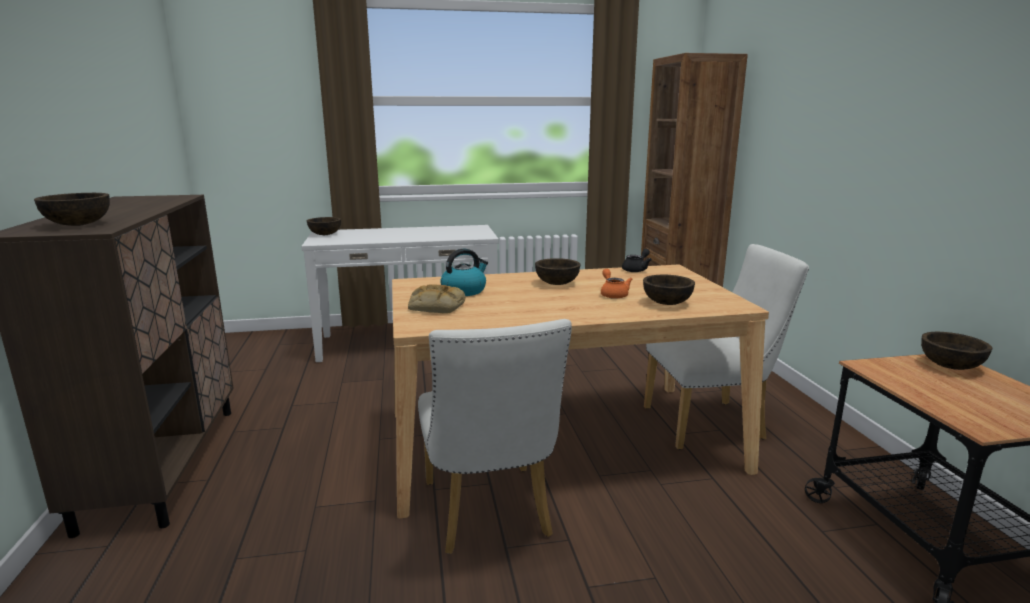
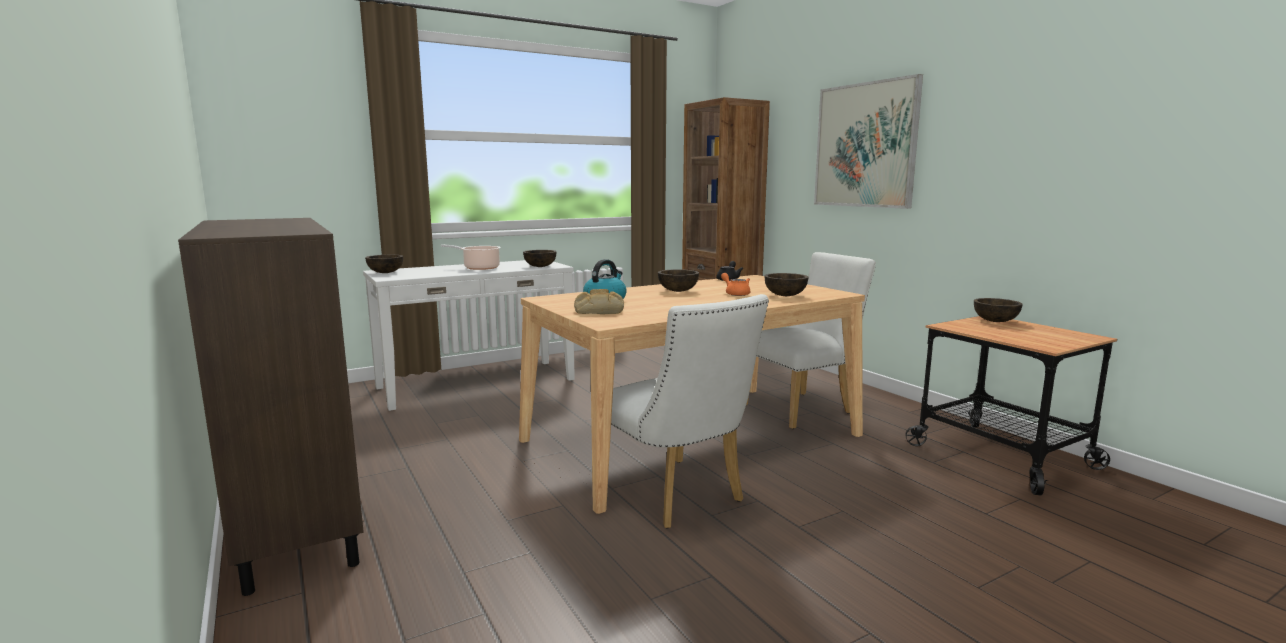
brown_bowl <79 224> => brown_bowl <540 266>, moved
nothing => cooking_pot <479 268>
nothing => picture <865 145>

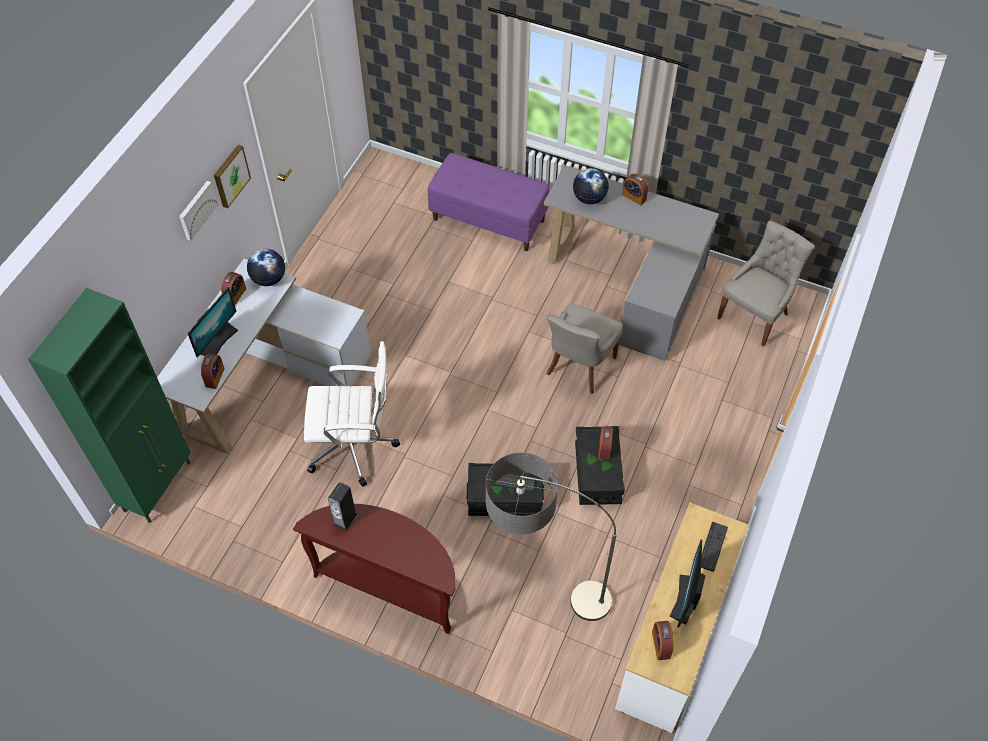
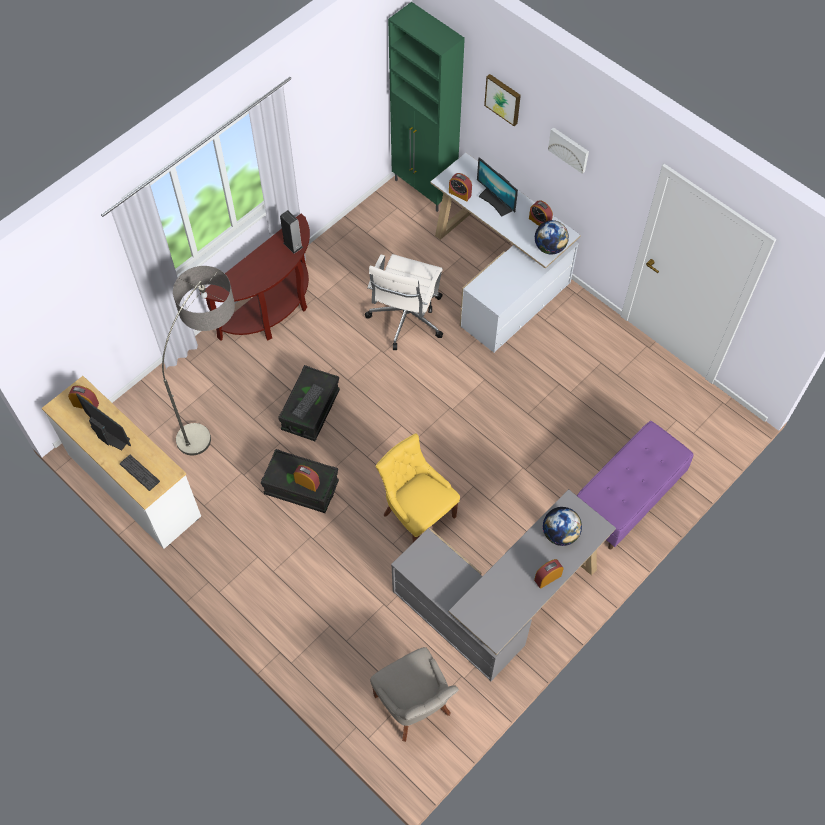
picture <230 175> => picture <503 99>, moved
grey_chair <579 366> => yellow_chair <417 515>

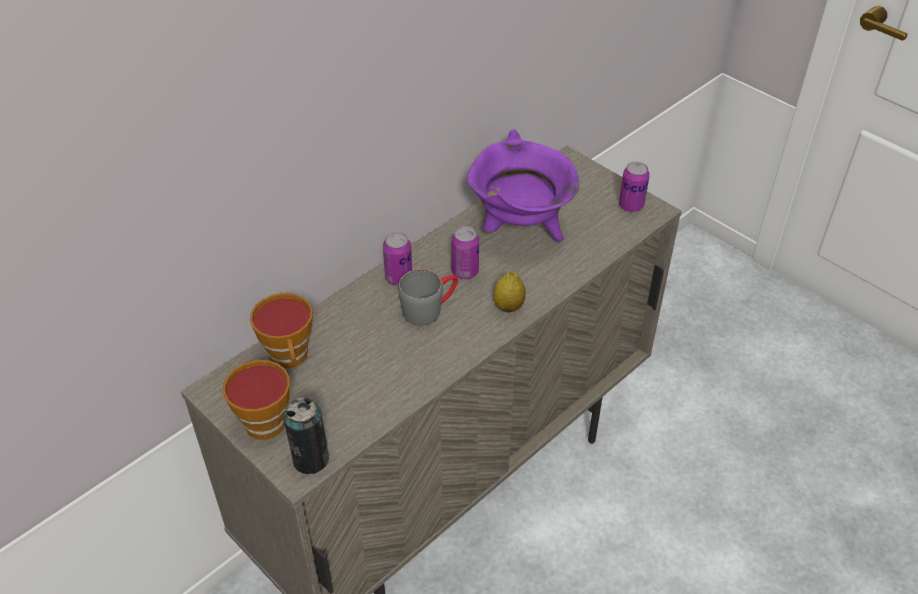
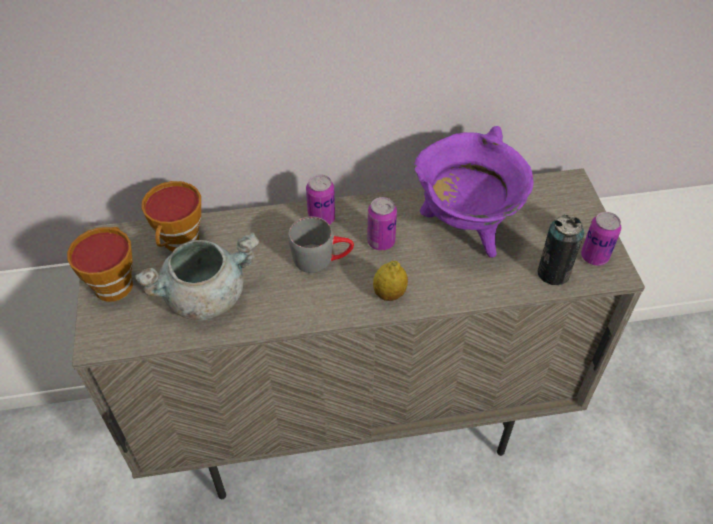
can <311 459> => can <553 273>, moved
nothing => grey_cooking_pot <206 296>

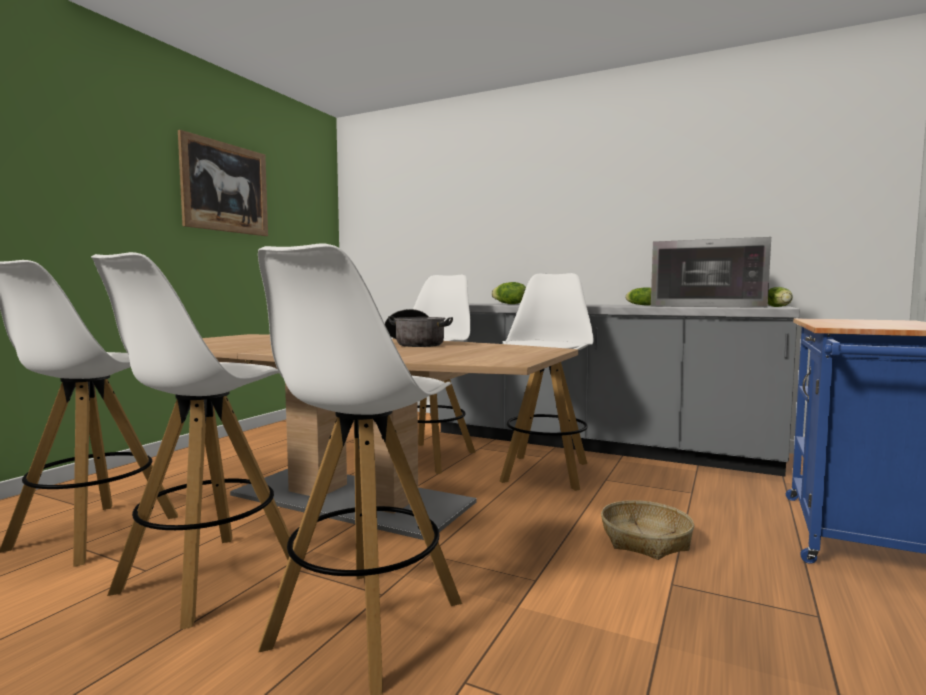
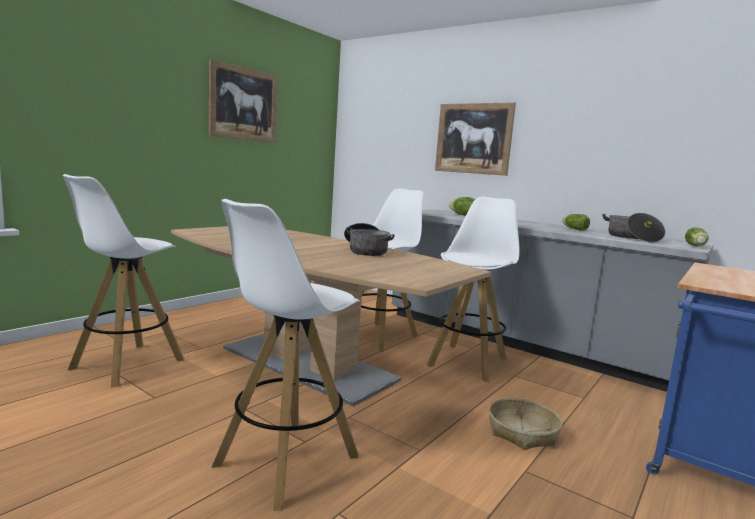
white_stool <207 578> => nothing
microwave <708 306> => cooking_pot <632 238>
nothing => picture <473 138>

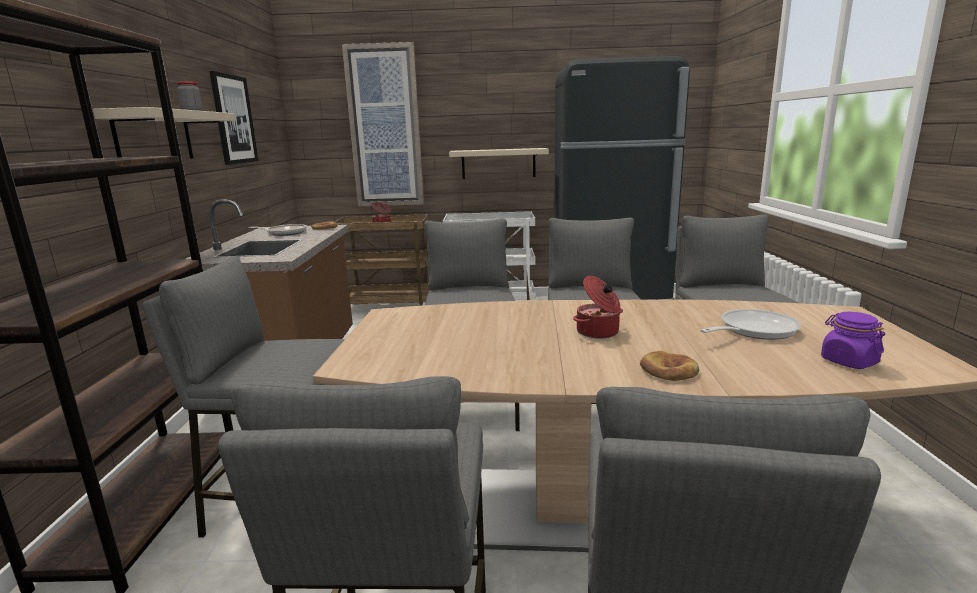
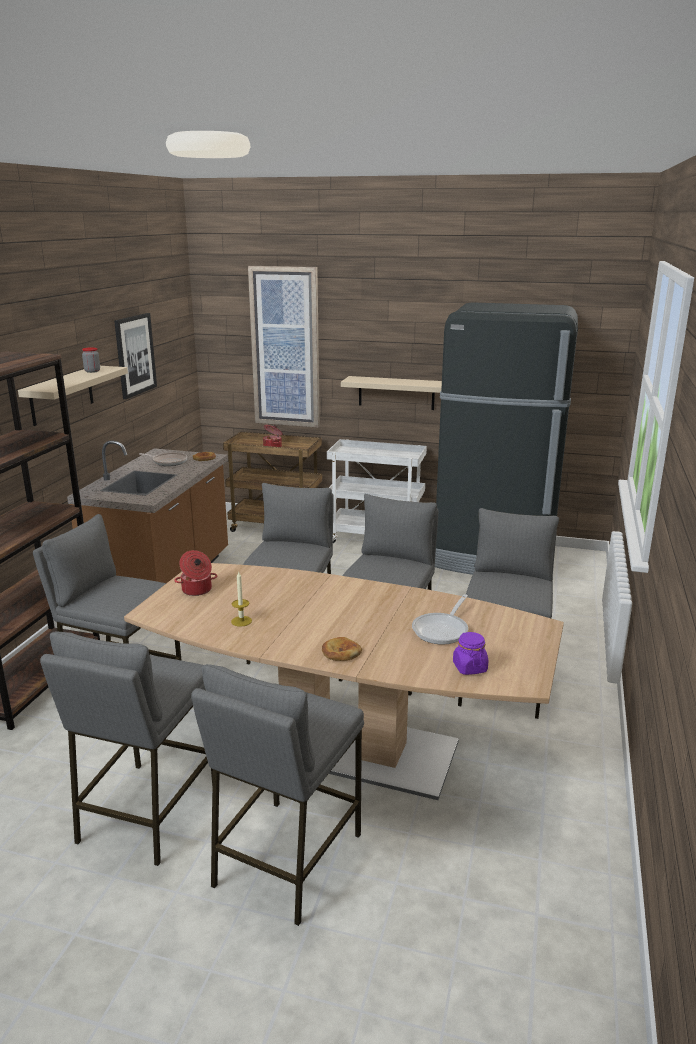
cooking_pot <598 332> => cooking_pot <197 590>, moved
frying_pan <752 330> => frying_pan <442 630>, 135 degrees clockwise
nothing => candle <241 621>

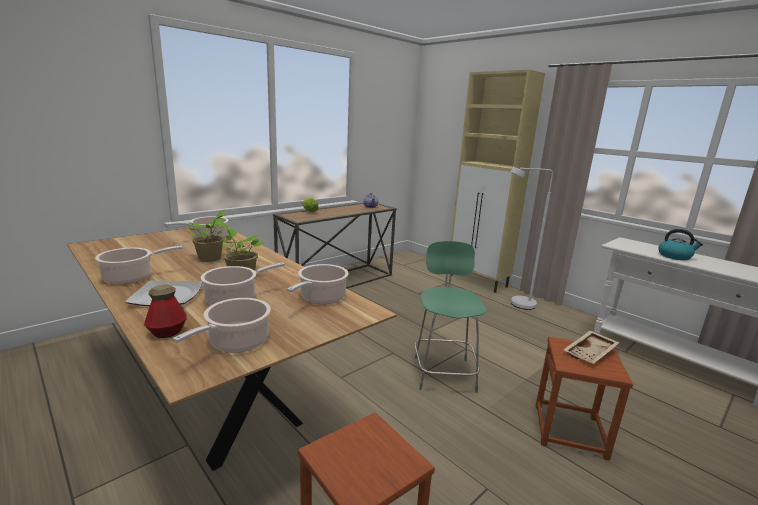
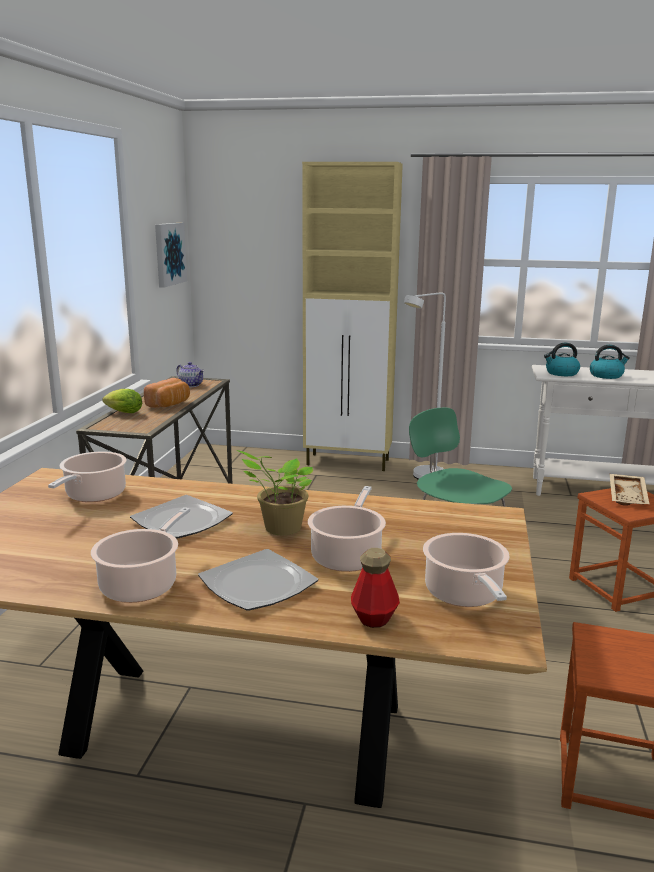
potted_plant <211 259> => plate <181 521>
cooking_pot <321 298> => nothing
nothing => bread <170 404>
nothing => picture <169 254>
nothing => kettle <561 373>

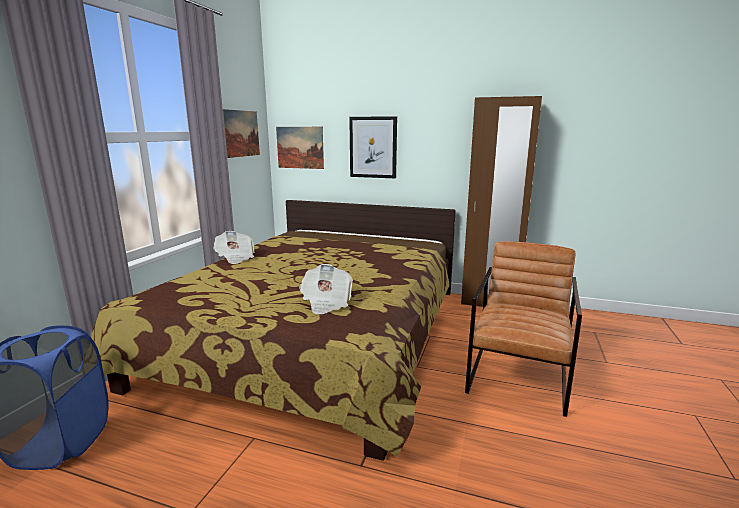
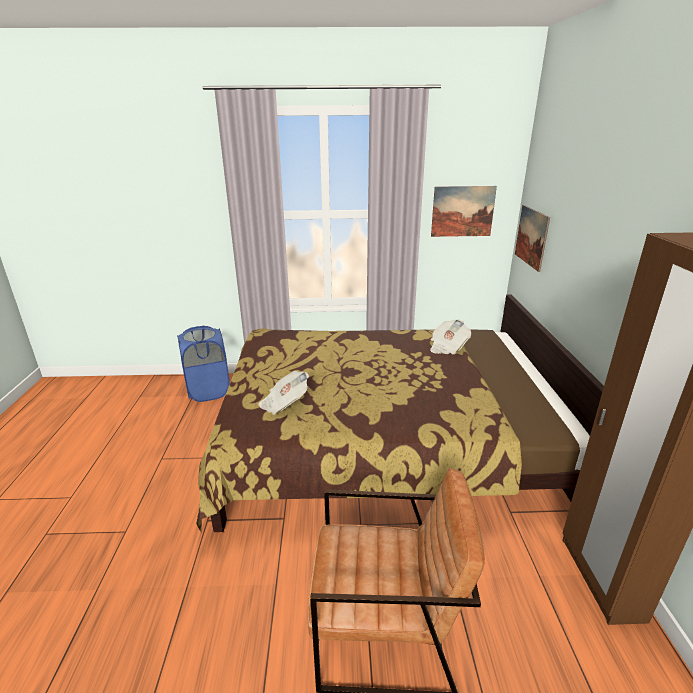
newspaper <235 258> => newspaper <447 347>, moved
picture <373 147> => nothing

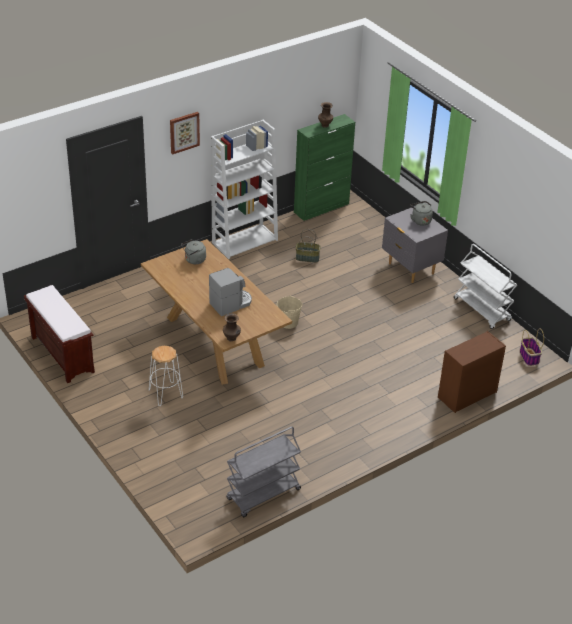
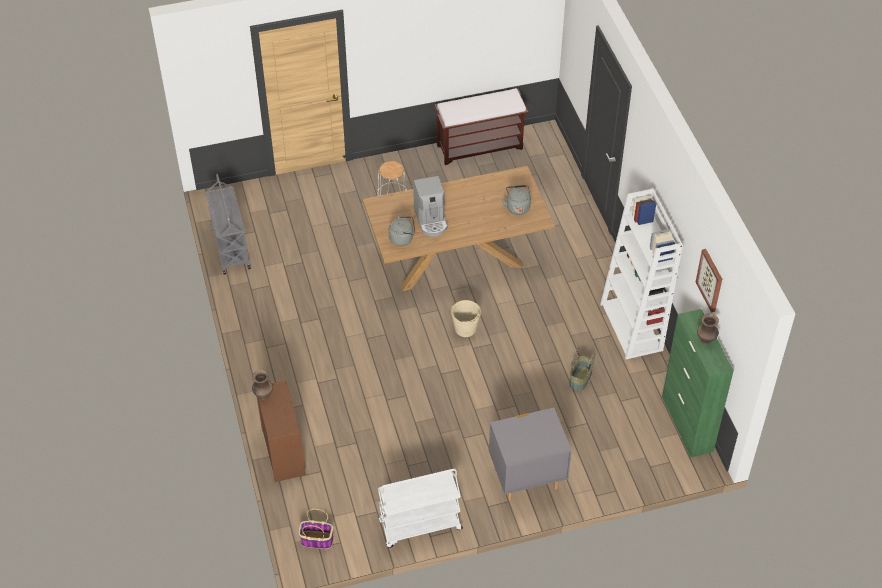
picture <184 132> => picture <710 280>, moved
brown_vase <232 338> => brown_vase <263 396>, moved
grey_kettle <420 220> => grey_kettle <402 238>, moved

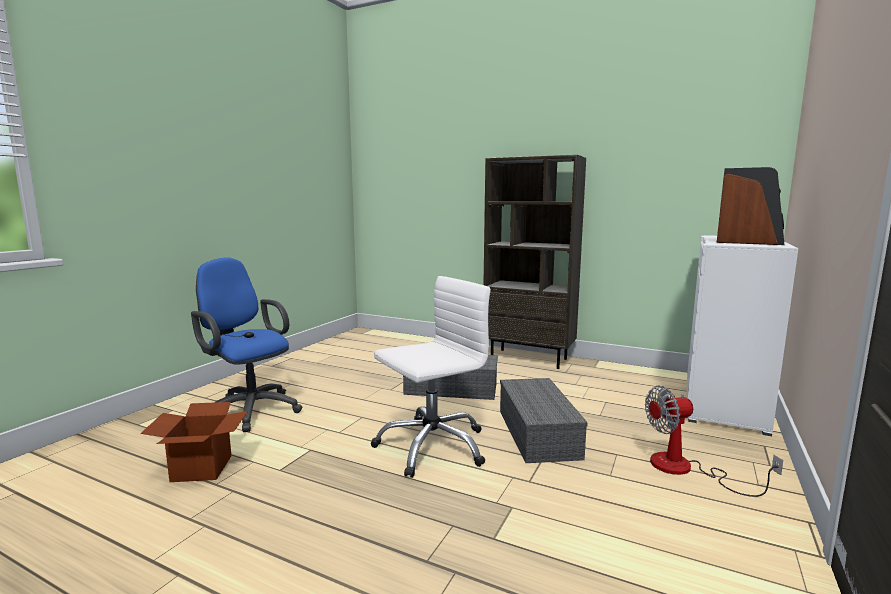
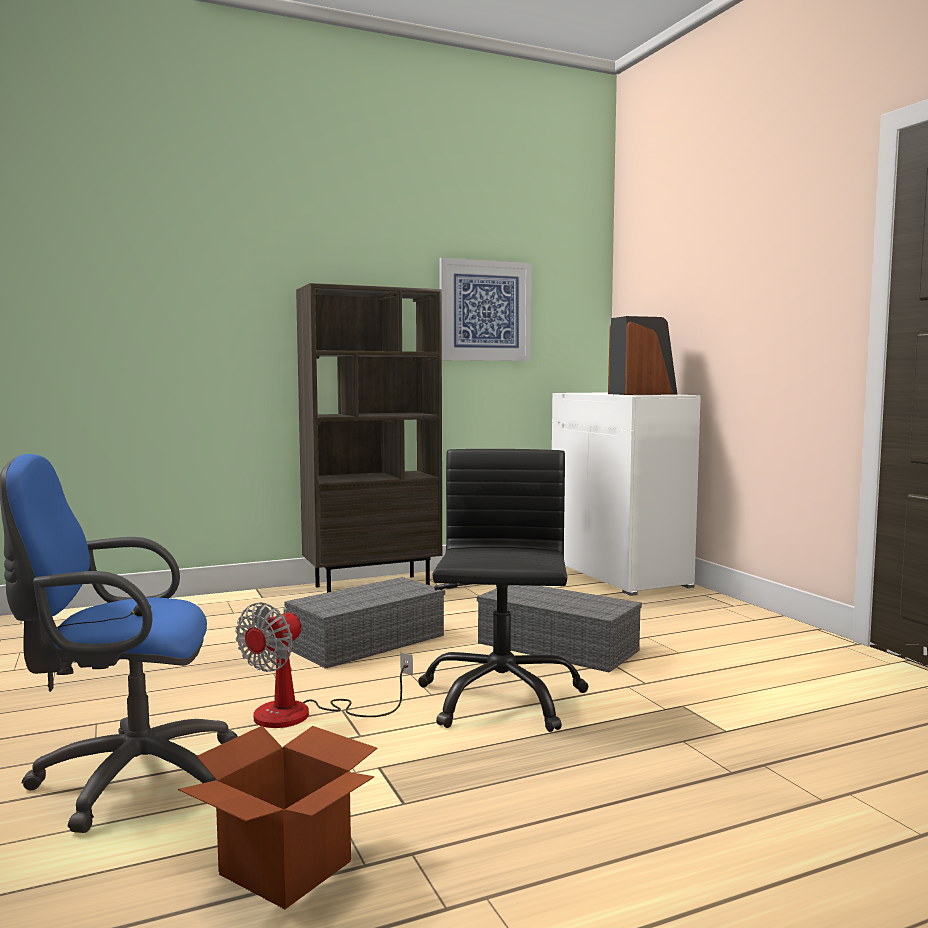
white_office_chair <432 446> => black_office_chair <500 698>
fan <686 469> => fan <303 714>, moved
nothing => picture <485 311>

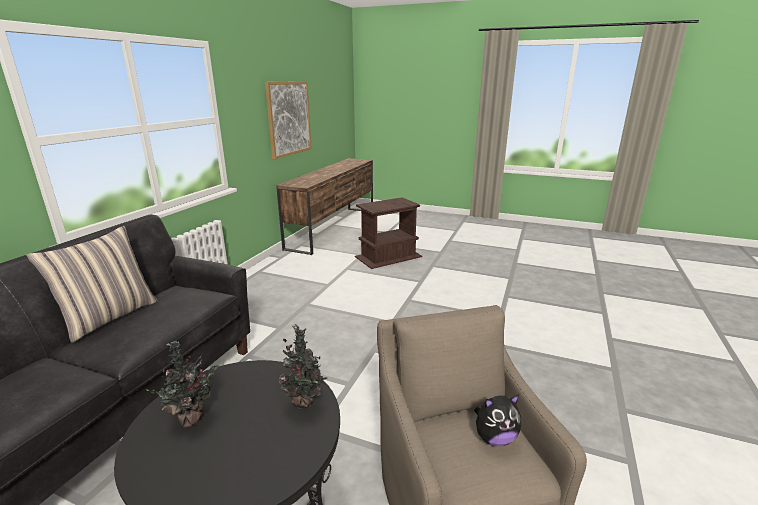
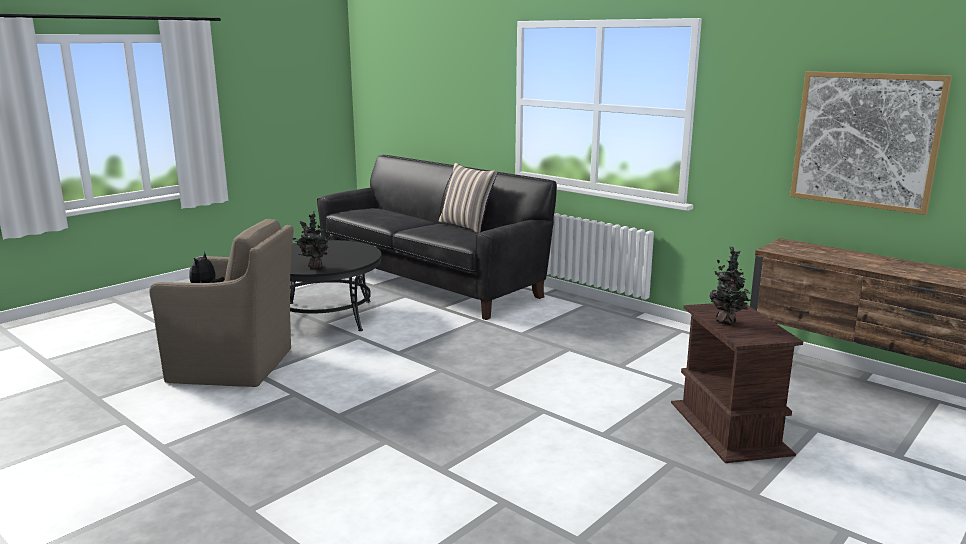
potted_plant <192 418> => potted_plant <727 322>, moved

